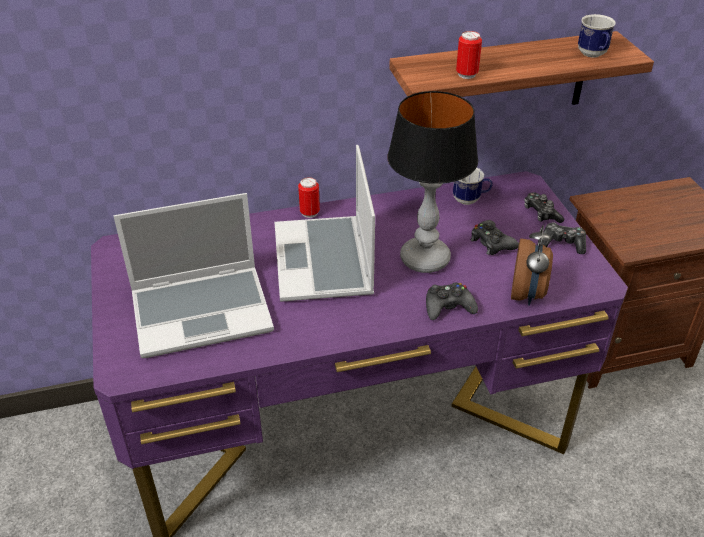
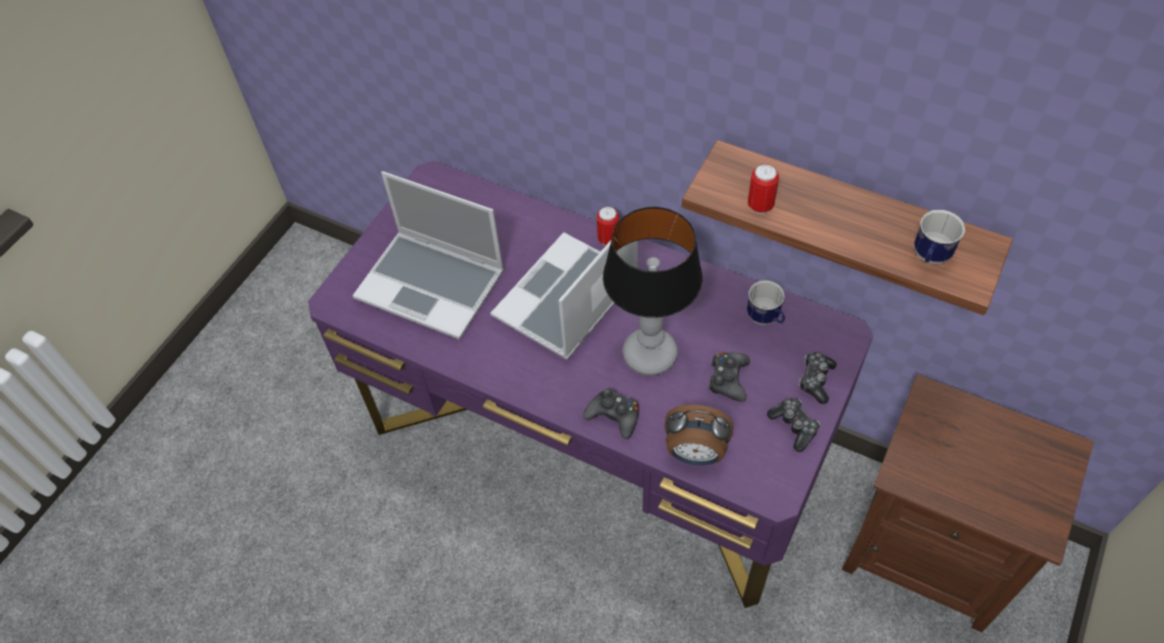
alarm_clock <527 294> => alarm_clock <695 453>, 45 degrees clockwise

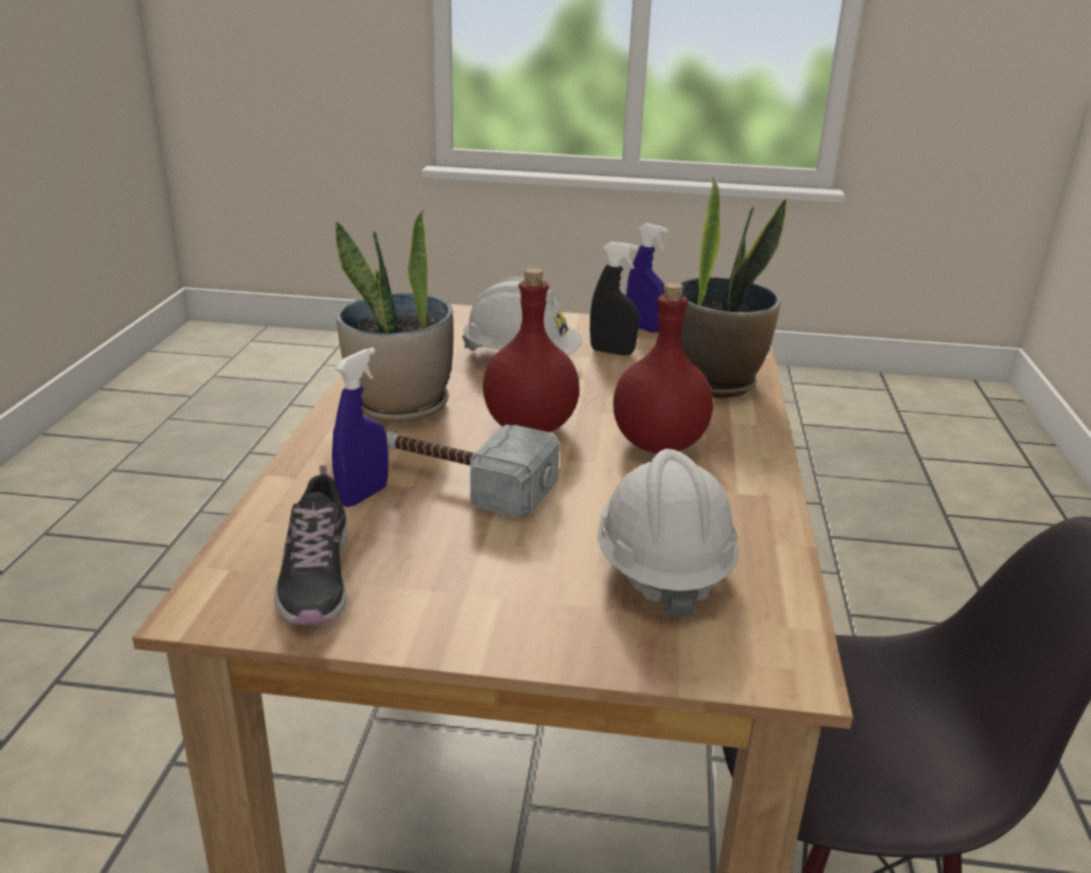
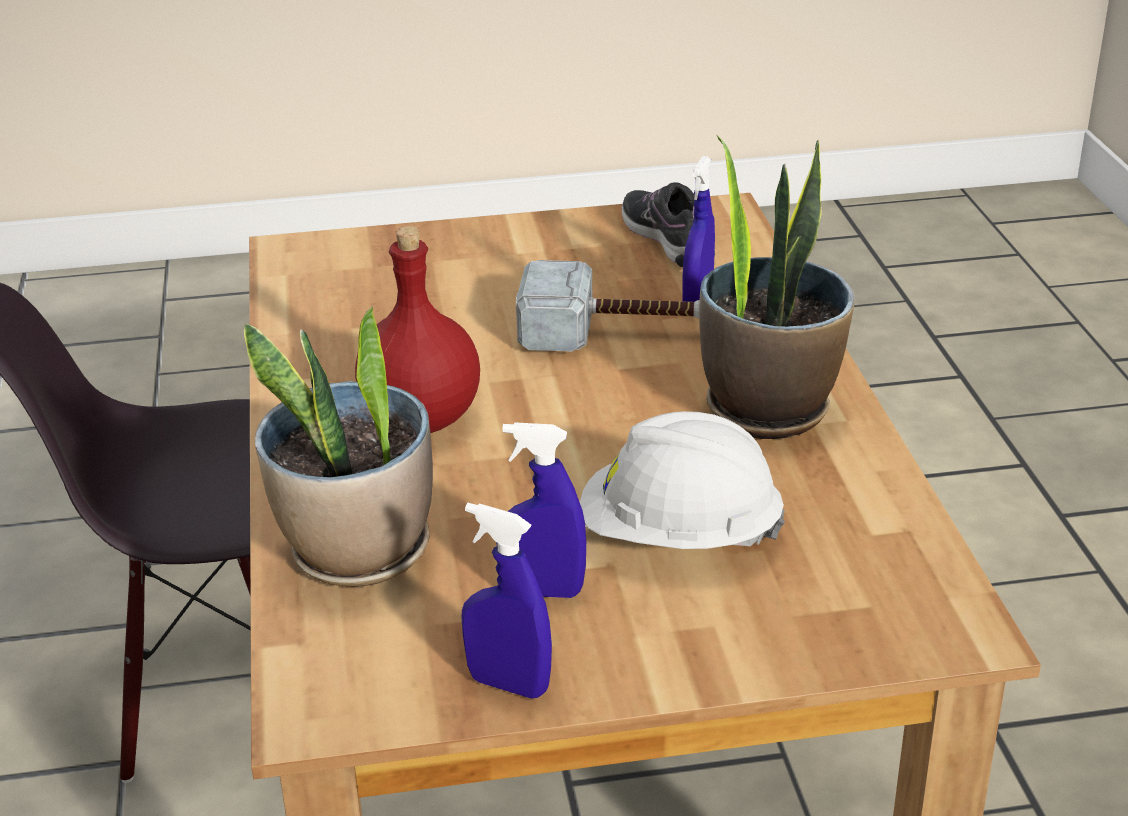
red_bottle <529 426> => nothing
black_spray_bottle <612 352> => blue_spray_bottle <542 592>
white_hard_hat <662 568> => nothing

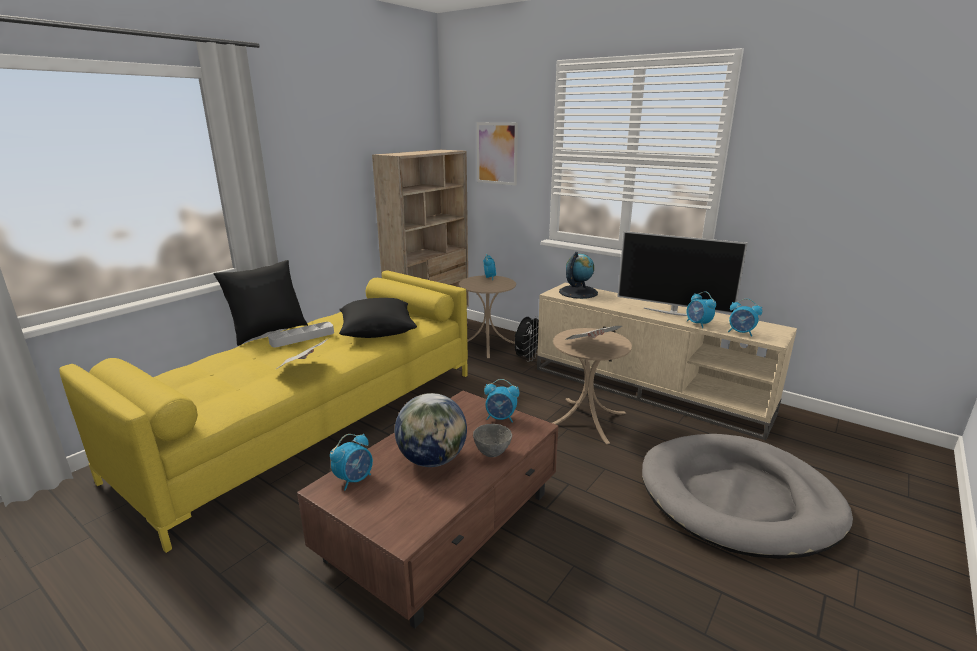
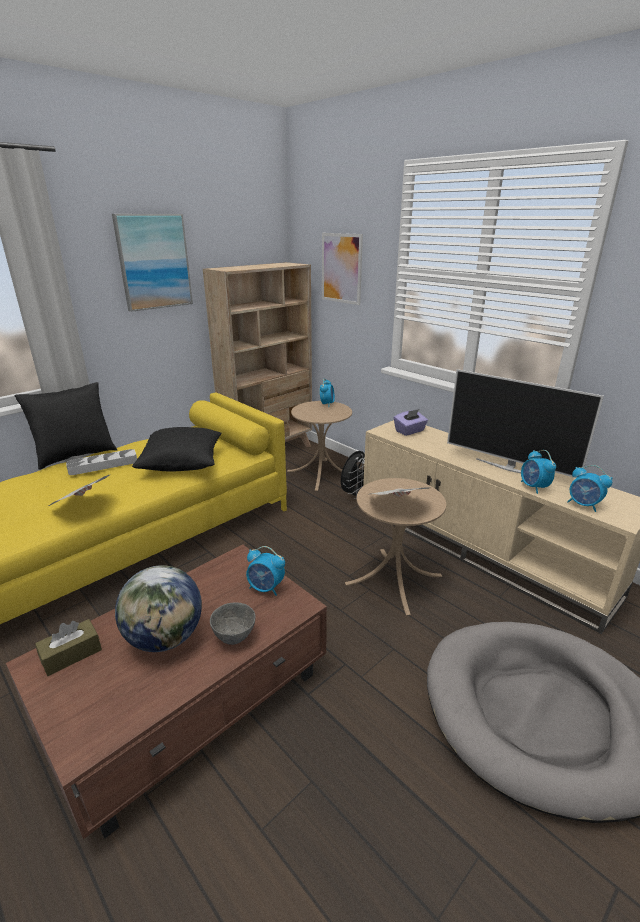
alarm_clock <354 479> => brown_tissue_box <71 654>
globe <578 292> => purple_tissue_box <410 431>
nothing => picture <154 262>

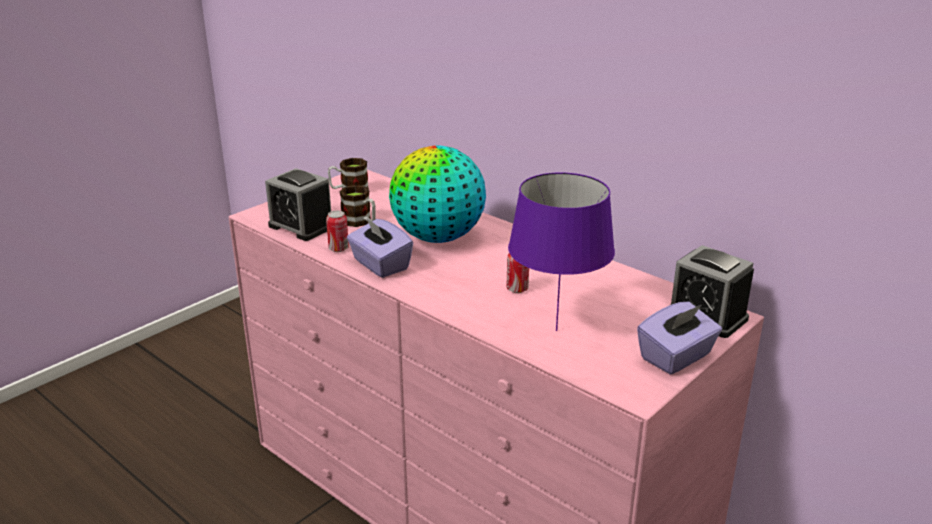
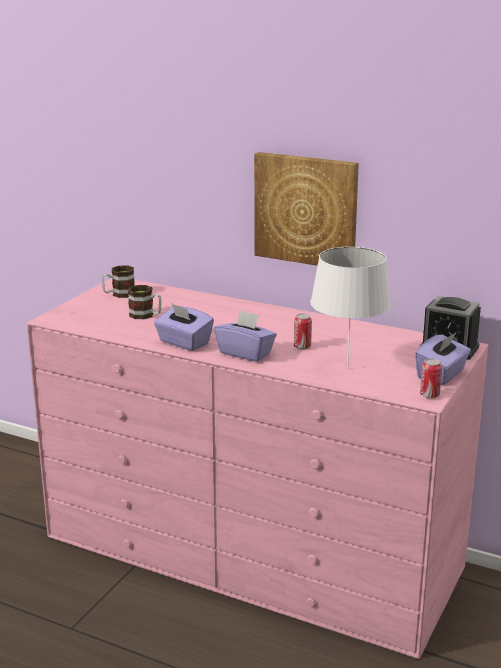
alarm_clock <301 226> => nothing
can <338 249> => can <429 395>, moved
globe <438 238> => nothing
purple_table_lamp <557 330> => white_table_lamp <348 368>
nothing => purple_tissue_box <245 353>
nothing => picture <306 209>

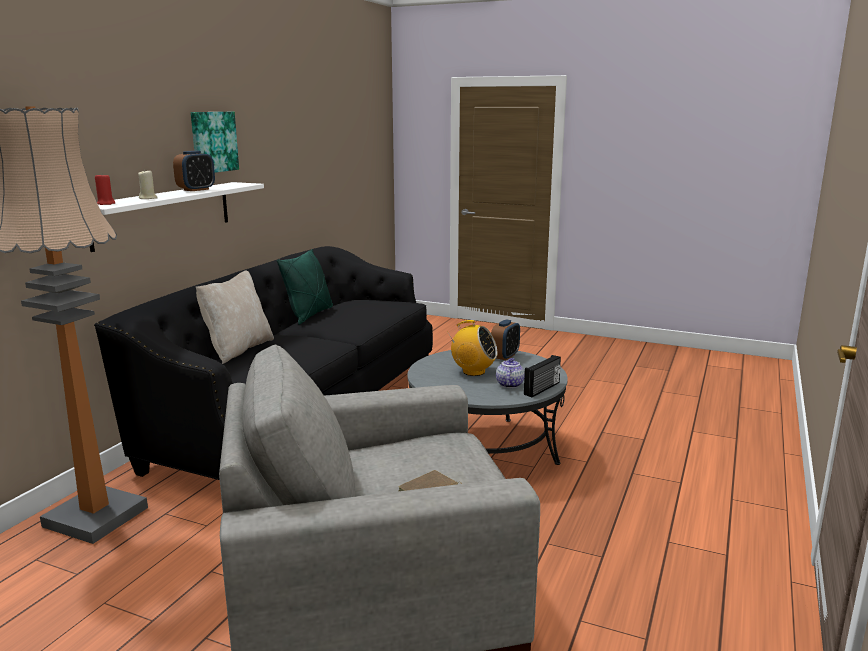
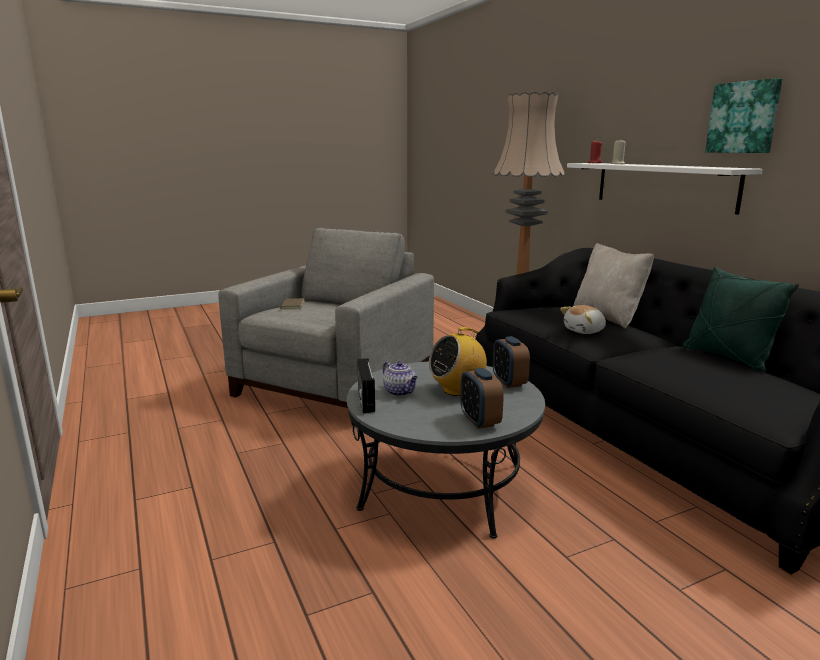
alarm_clock <196 190> => alarm_clock <509 382>, moved
nothing => plush_toy <585 331>

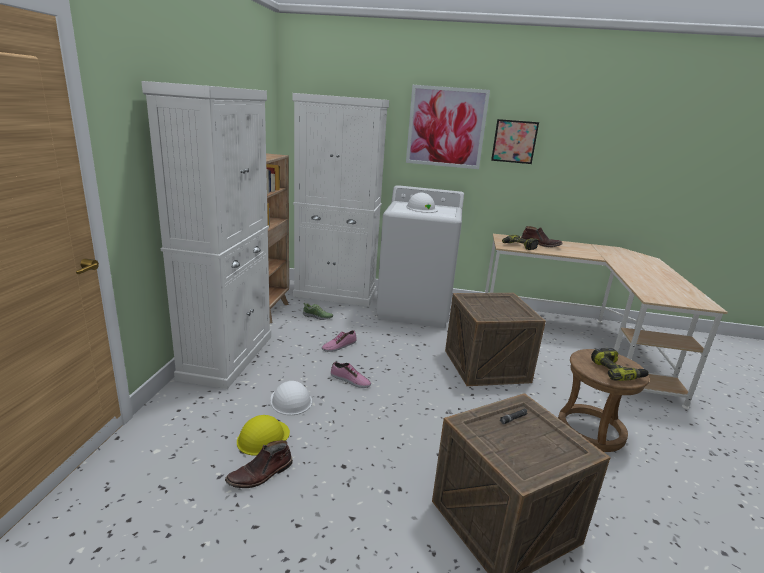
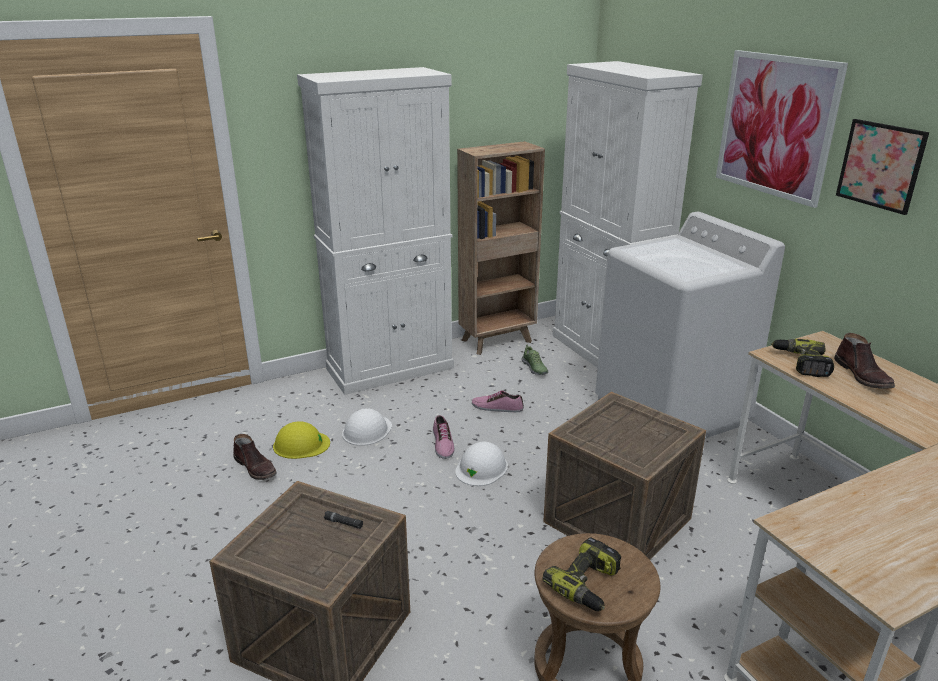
brown_boot <260 474> => brown_boot <256 467>, 150 degrees counterclockwise
white_hard_hat <421 208> => white_hard_hat <481 468>, moved

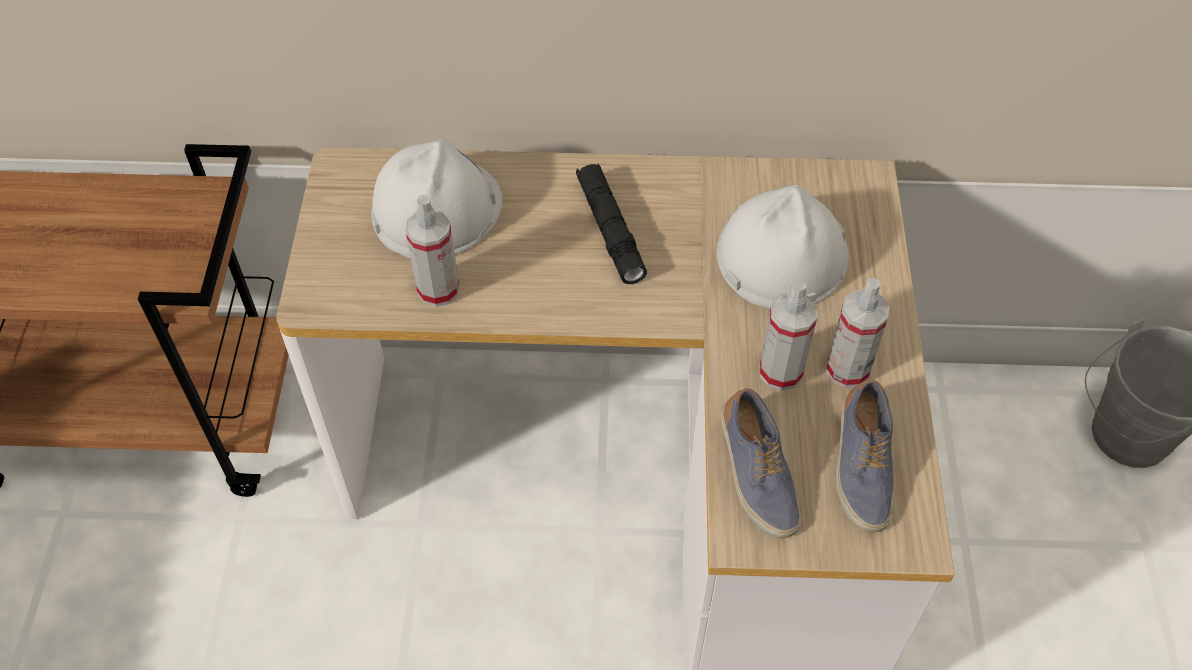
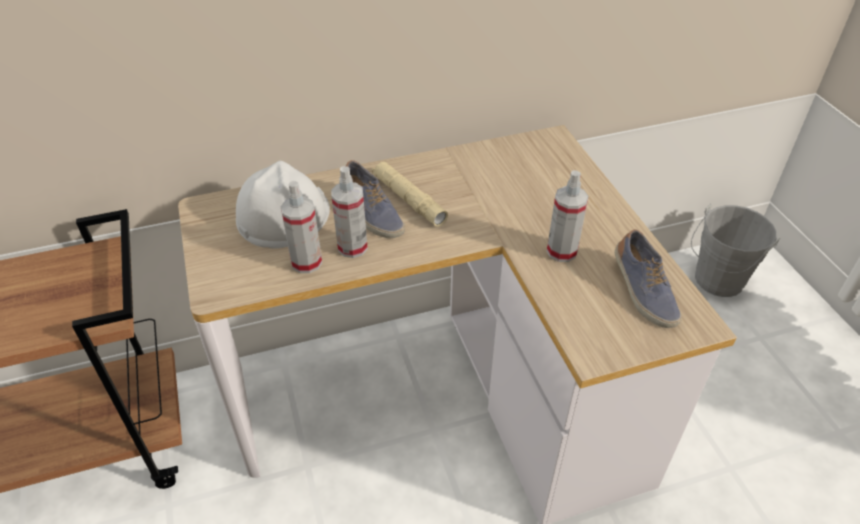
black_flashlight <610 230> => beige_flashlight <408 199>
white_hard_hat <781 255> => nothing
shoe <755 475> => shoe <371 213>, moved
spray_bottle <847 369> => spray_bottle <352 247>, moved

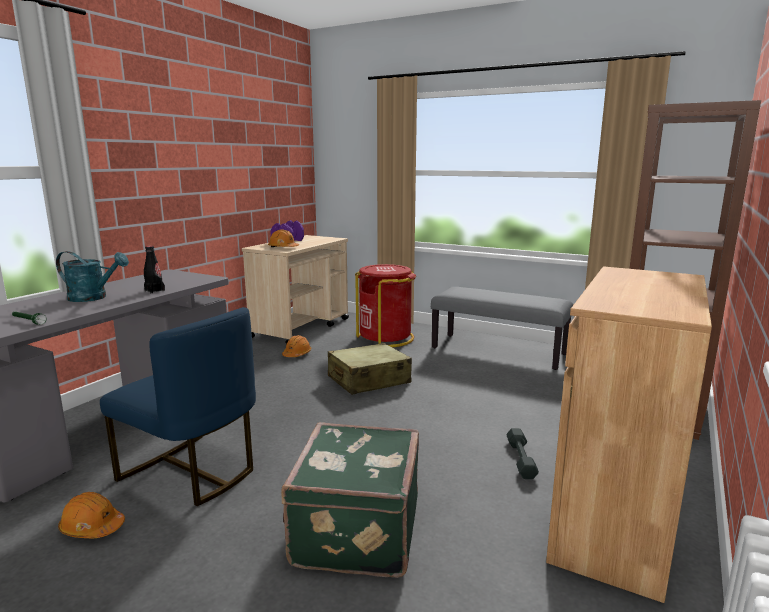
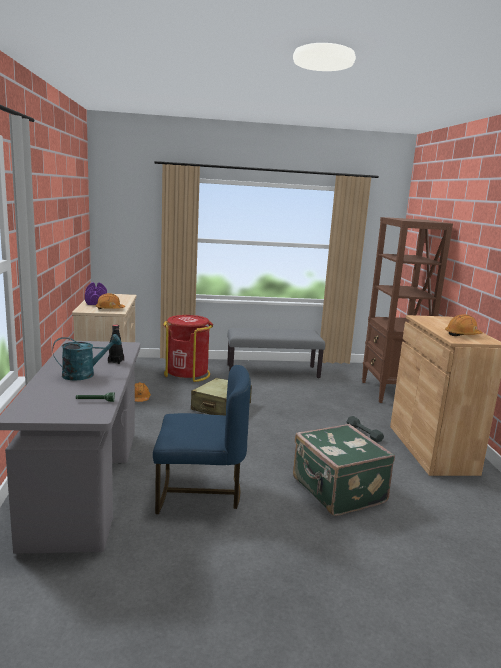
orange_hard_hat <92 527> => orange_hard_hat <462 335>, moved

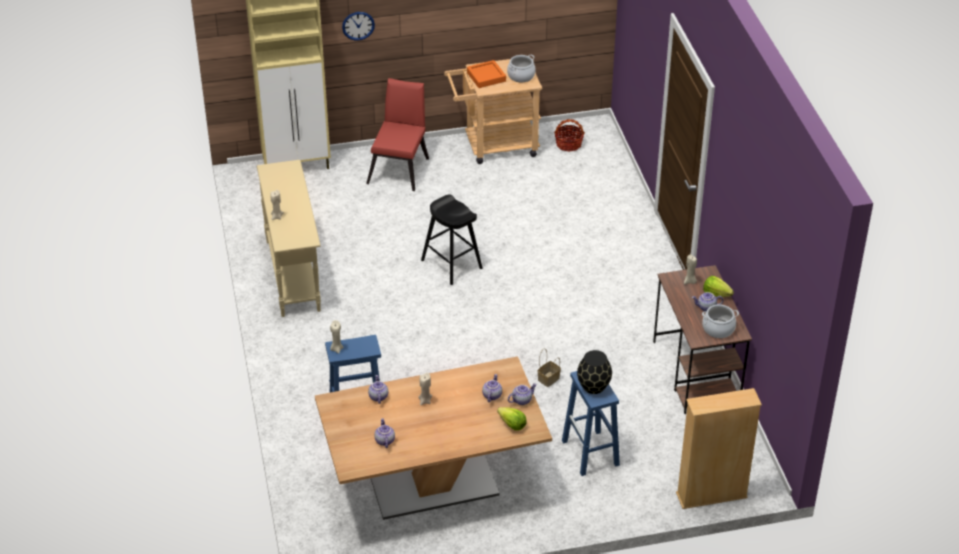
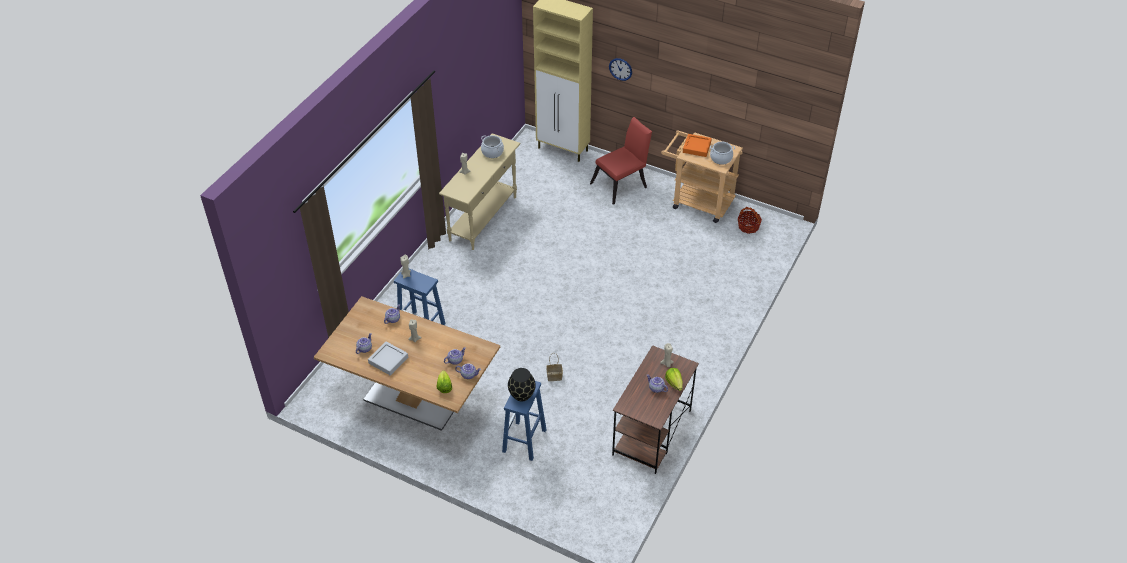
black_stool <451 264> => nothing
beige_bookcase <711 495> => nothing
cooking_pot <718 329> => cooking_pot <492 152>, moved
nothing => grey_tray <388 360>

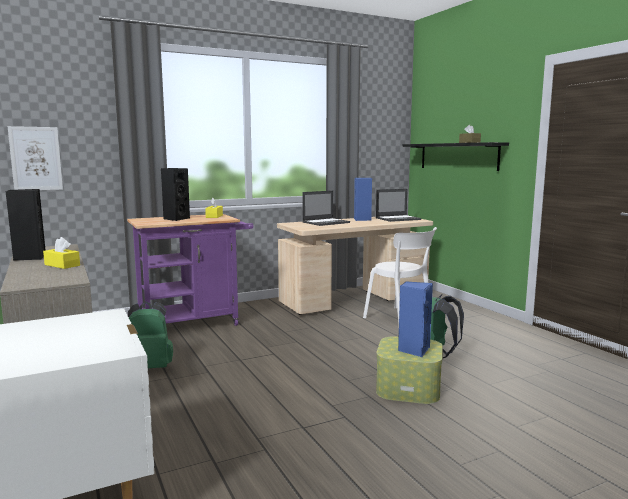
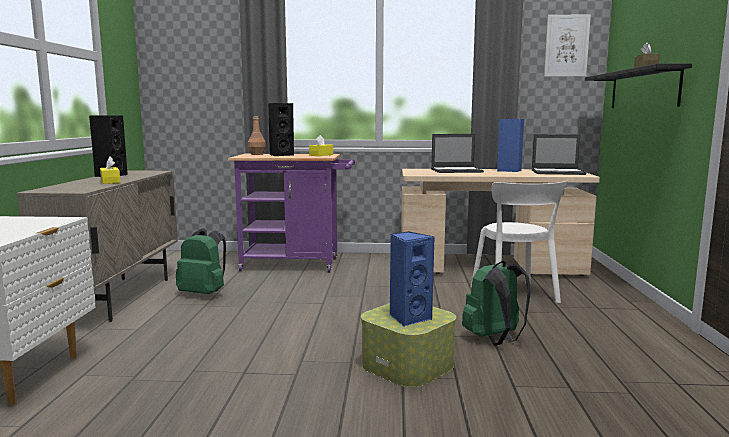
picture <36 158> => picture <566 46>, moved
nothing => brown_bottle <257 154>

